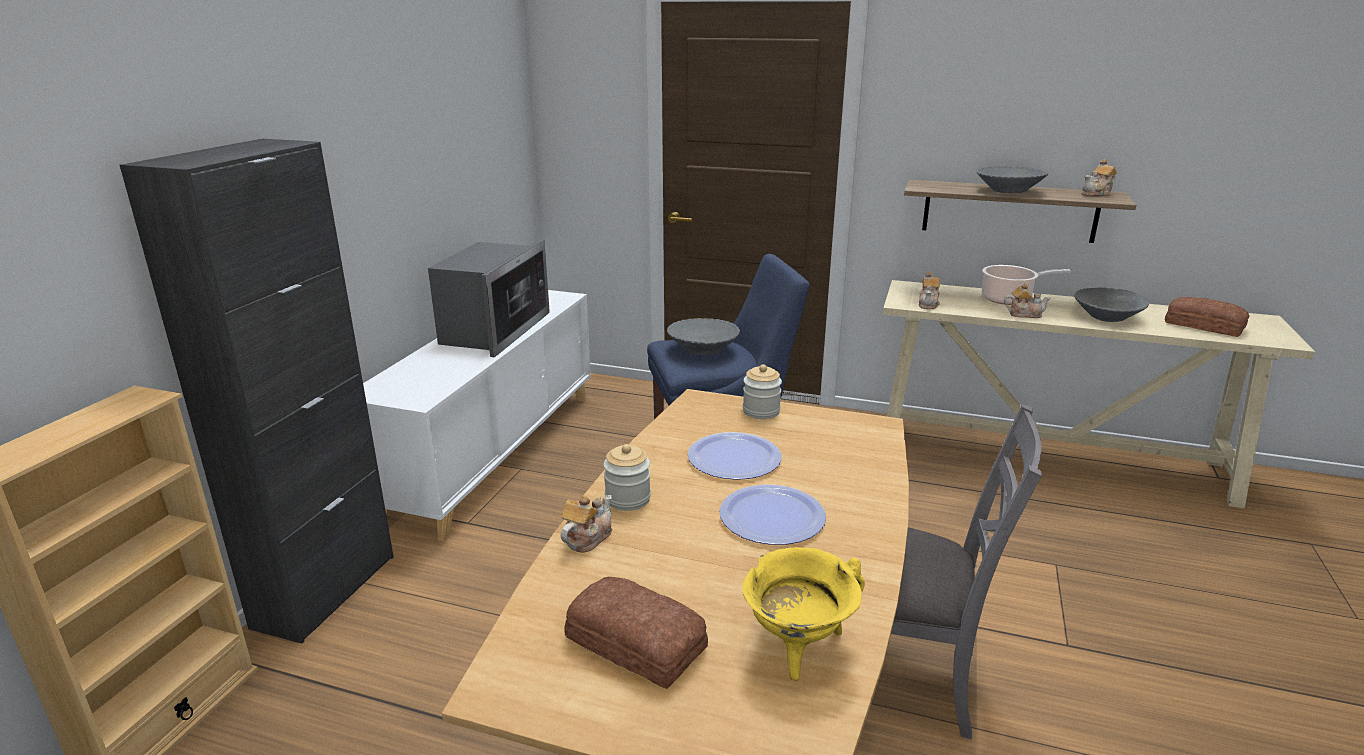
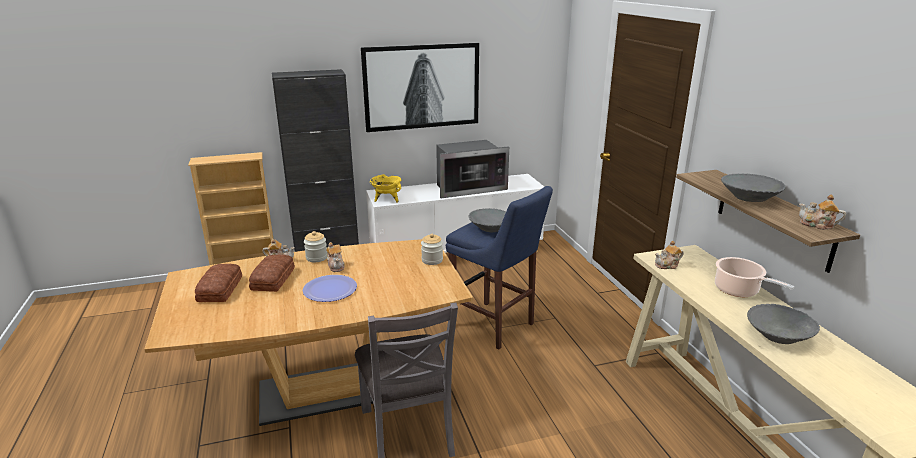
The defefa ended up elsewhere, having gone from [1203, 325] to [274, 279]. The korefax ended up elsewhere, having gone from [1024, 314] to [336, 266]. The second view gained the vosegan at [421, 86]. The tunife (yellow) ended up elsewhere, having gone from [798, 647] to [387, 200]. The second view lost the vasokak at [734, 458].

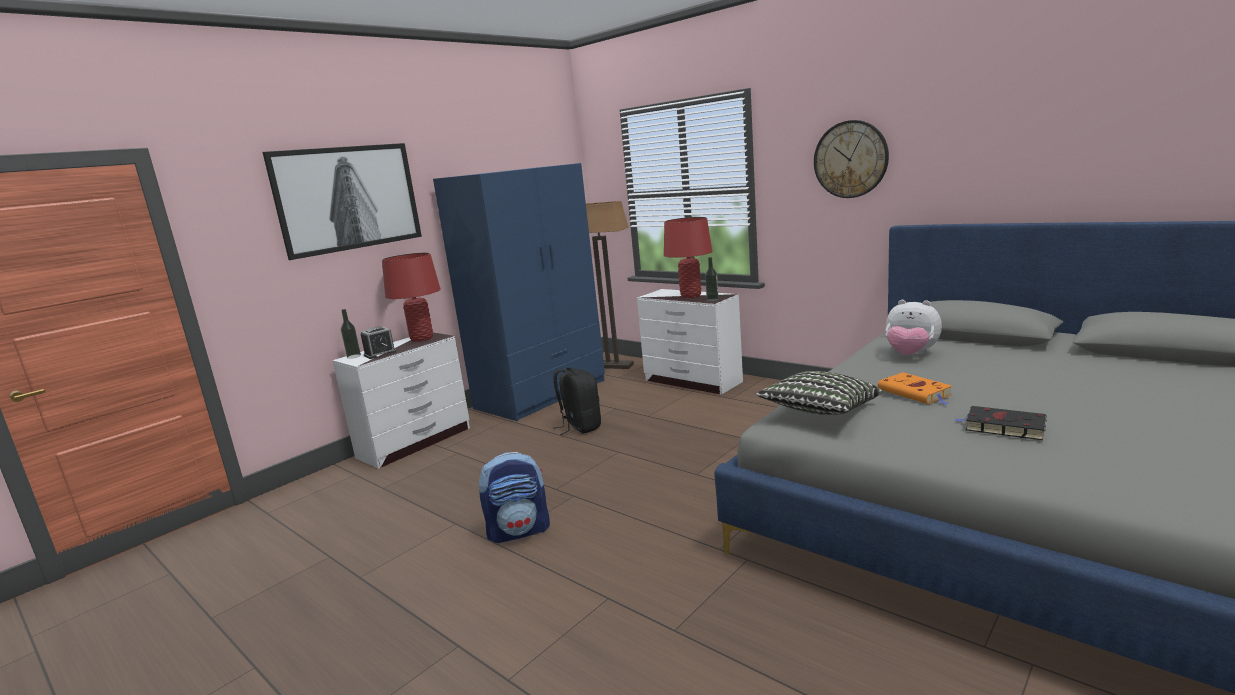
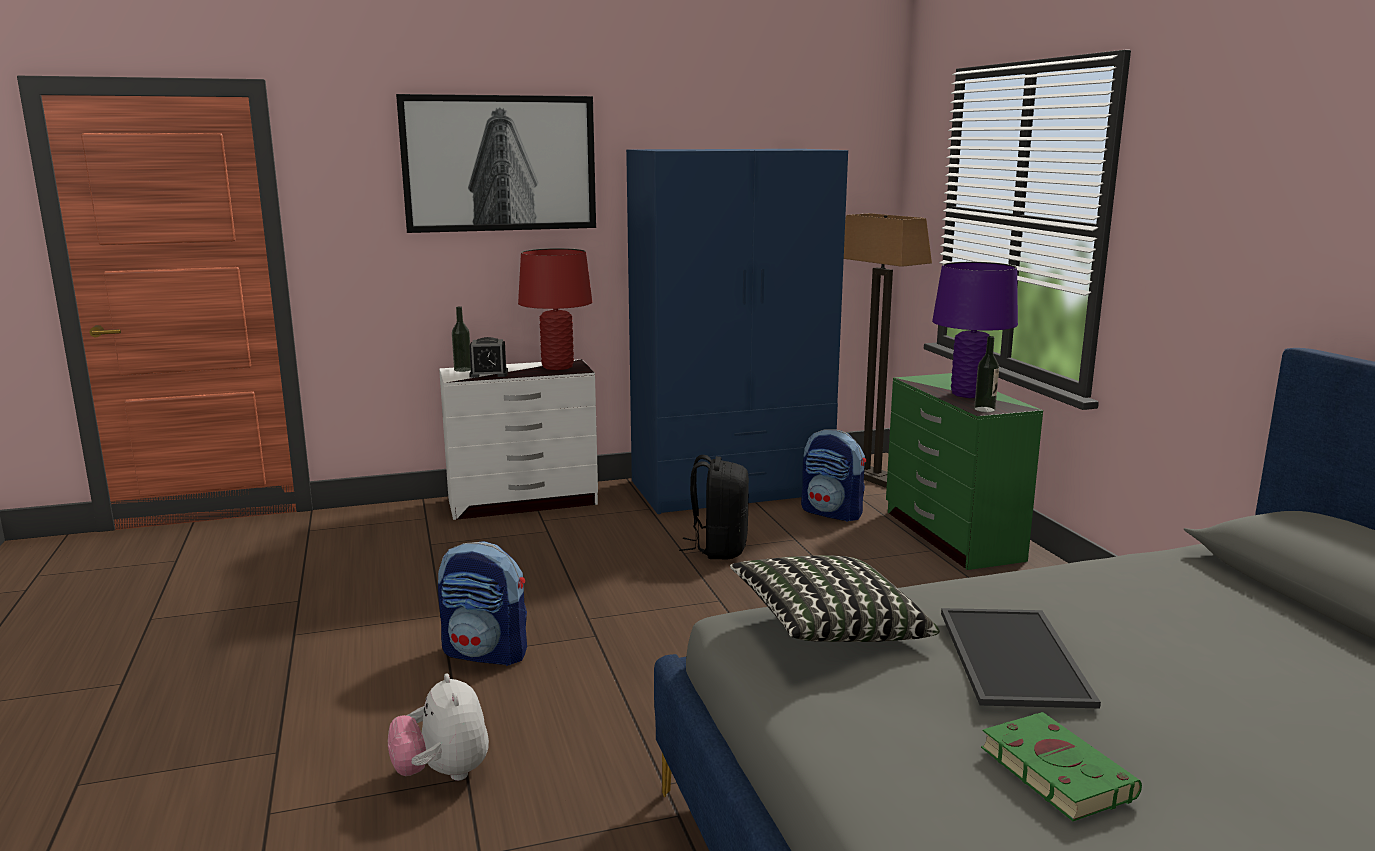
The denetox ended up elsewhere, having gone from [910, 355] to [443, 773]. The second view gained the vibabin at [832, 513]. What was the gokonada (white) at [692, 381] turned into the gokonada (green) at [951, 536]. What was the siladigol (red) at [691, 295] turned into the siladigol (purple) at [968, 394]. Where the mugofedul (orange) stood at [916, 393], the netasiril came to stand at [1017, 657]. What was the mugofedul (black) at [1002, 427] turned into the mugofedul (green) at [1052, 770]. The second view lost the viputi at [850, 159].

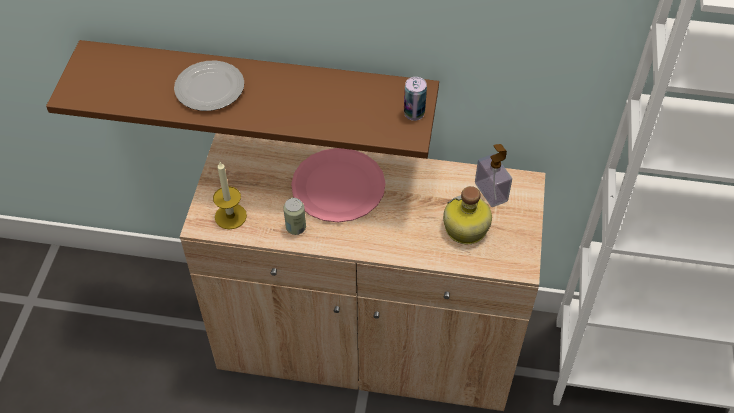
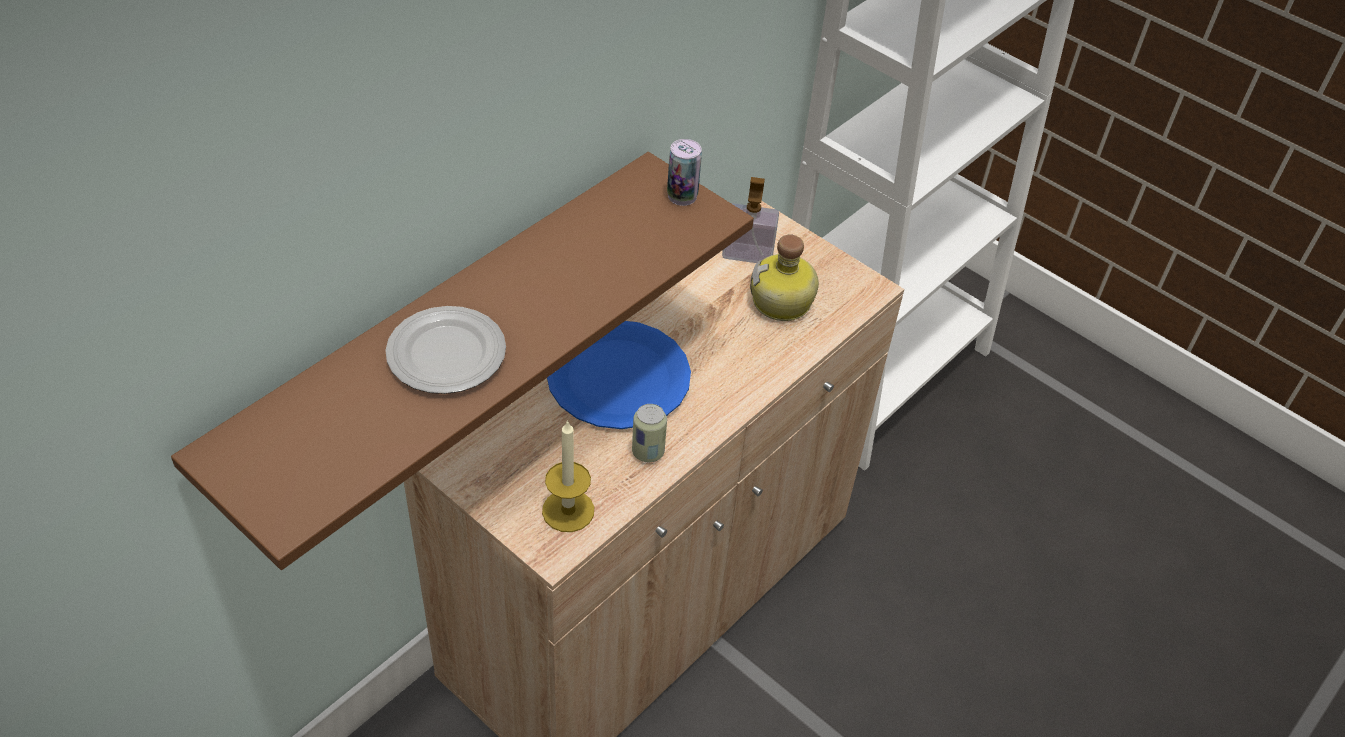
What was the vasokak (pink) at [338, 186] turned into the vasokak (blue) at [618, 377].

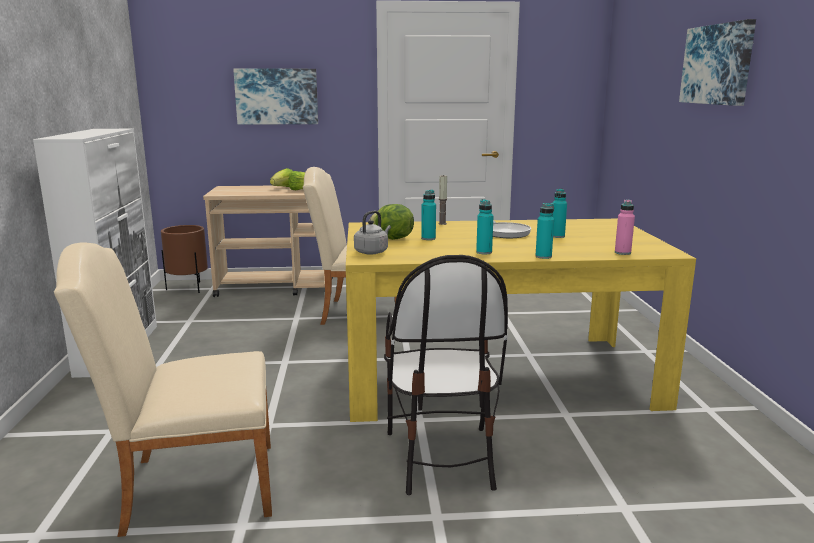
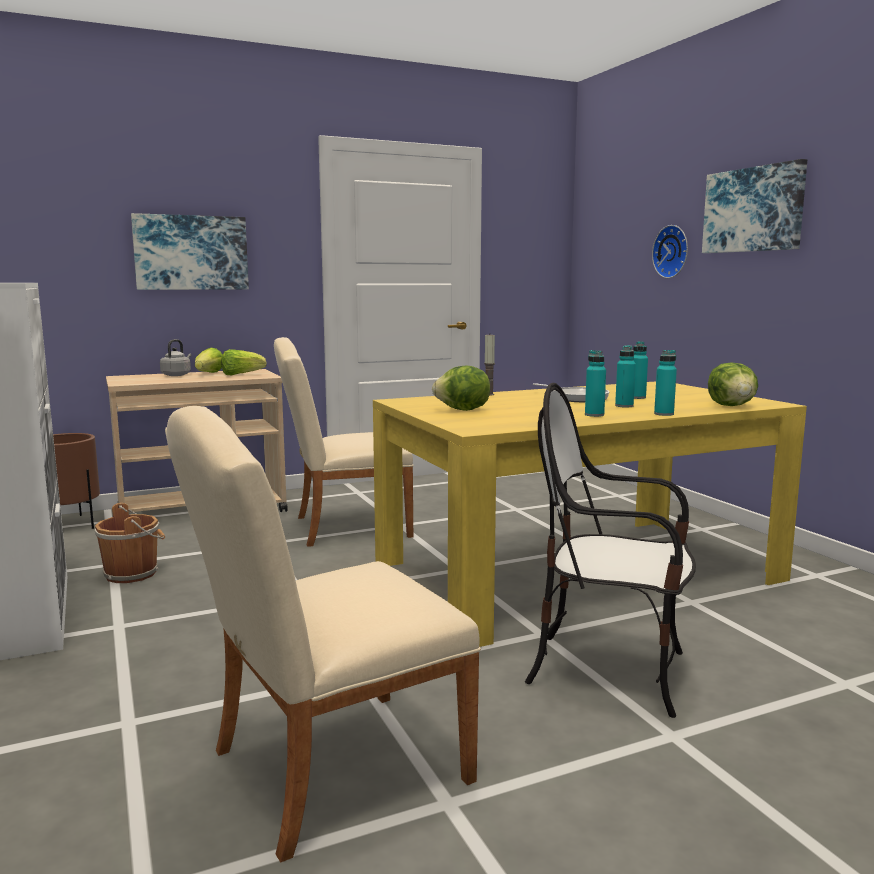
The second view gained the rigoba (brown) at [133, 573]. The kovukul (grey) ended up elsewhere, having gone from [372, 252] to [177, 375]. The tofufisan at [441, 458] ended up facing another way, 135 degrees clockwise from before. The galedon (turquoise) ended up elsewhere, having gone from [428, 238] to [624, 406]. The second view gained the viputi at [673, 251]. Where the galedon (pink) stood at [622, 253], the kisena came to stand at [732, 406].

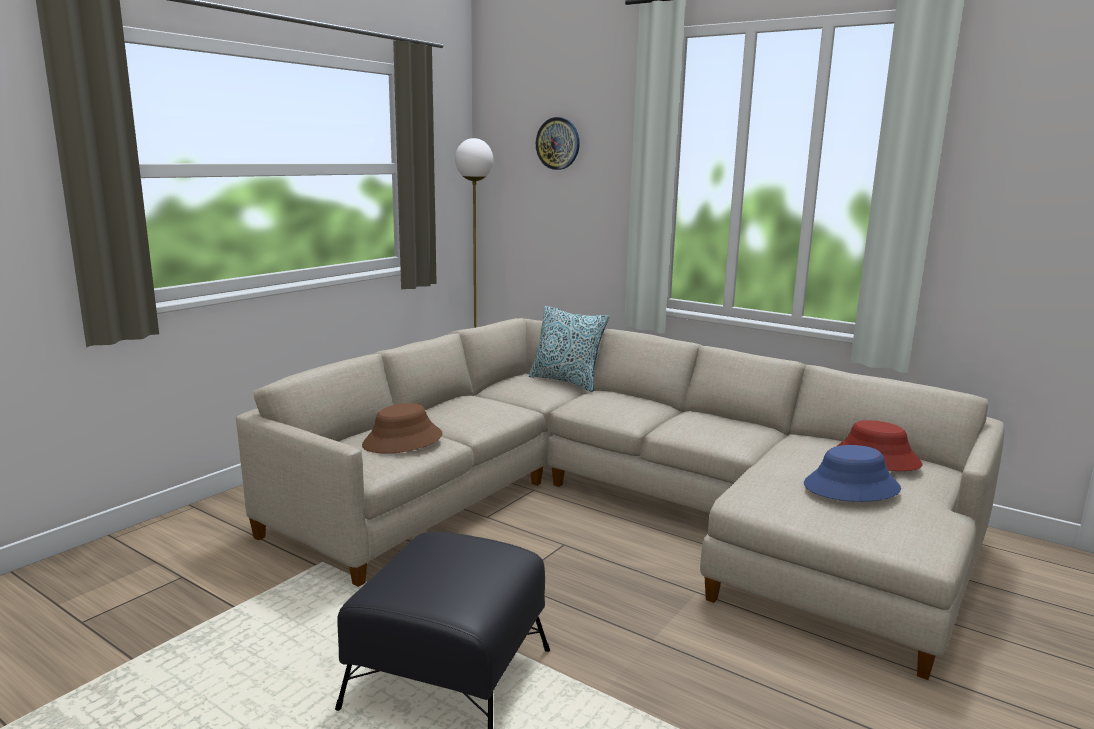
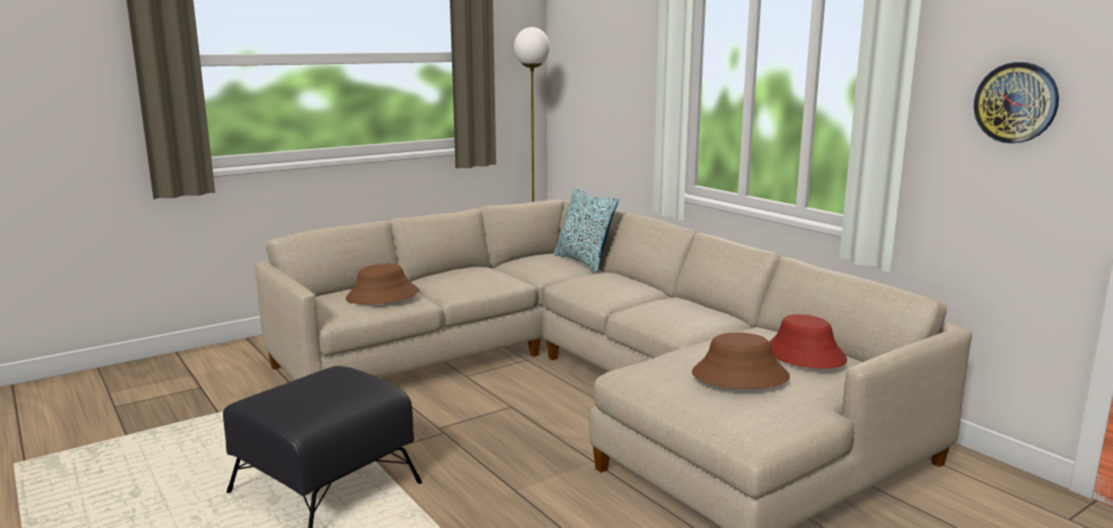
What was the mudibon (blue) at [851, 487] turned into the mudibon (brown) at [739, 376]. The viputi ended up elsewhere, having gone from [558, 143] to [1016, 102].

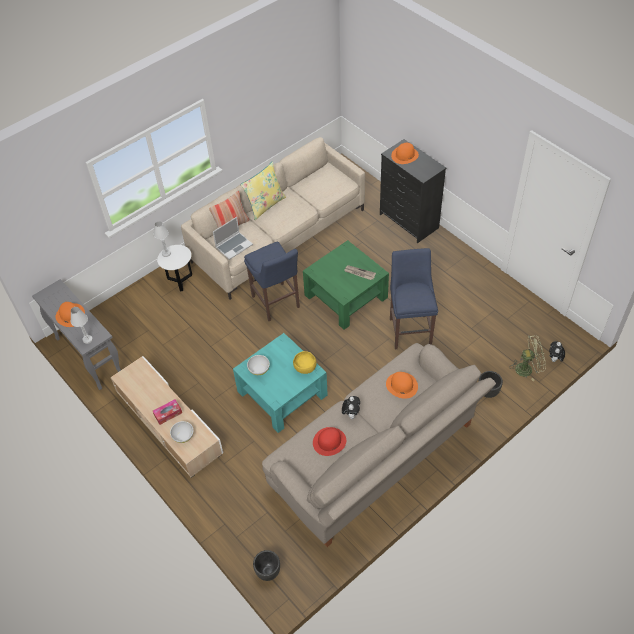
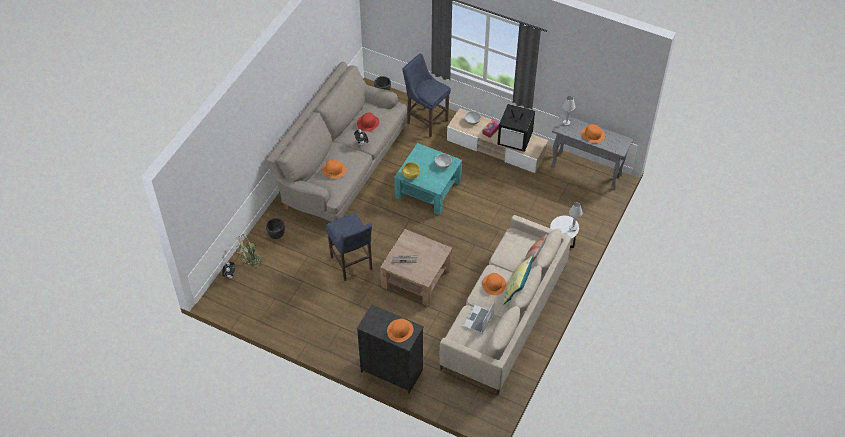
What was the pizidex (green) at [346, 296] turned into the pizidex (brown) at [416, 277]. The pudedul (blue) ended up elsewhere, having gone from [276, 303] to [426, 120]. The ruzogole ended up elsewhere, having gone from [234, 246] to [478, 320]. The second view gained the mudibon (orange) at [494, 284]. The second view gained the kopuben at [515, 139].

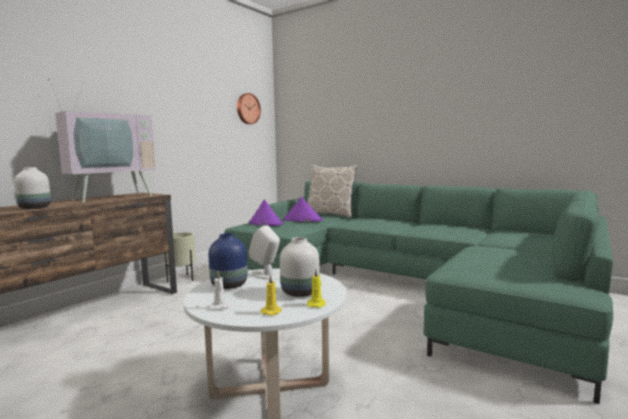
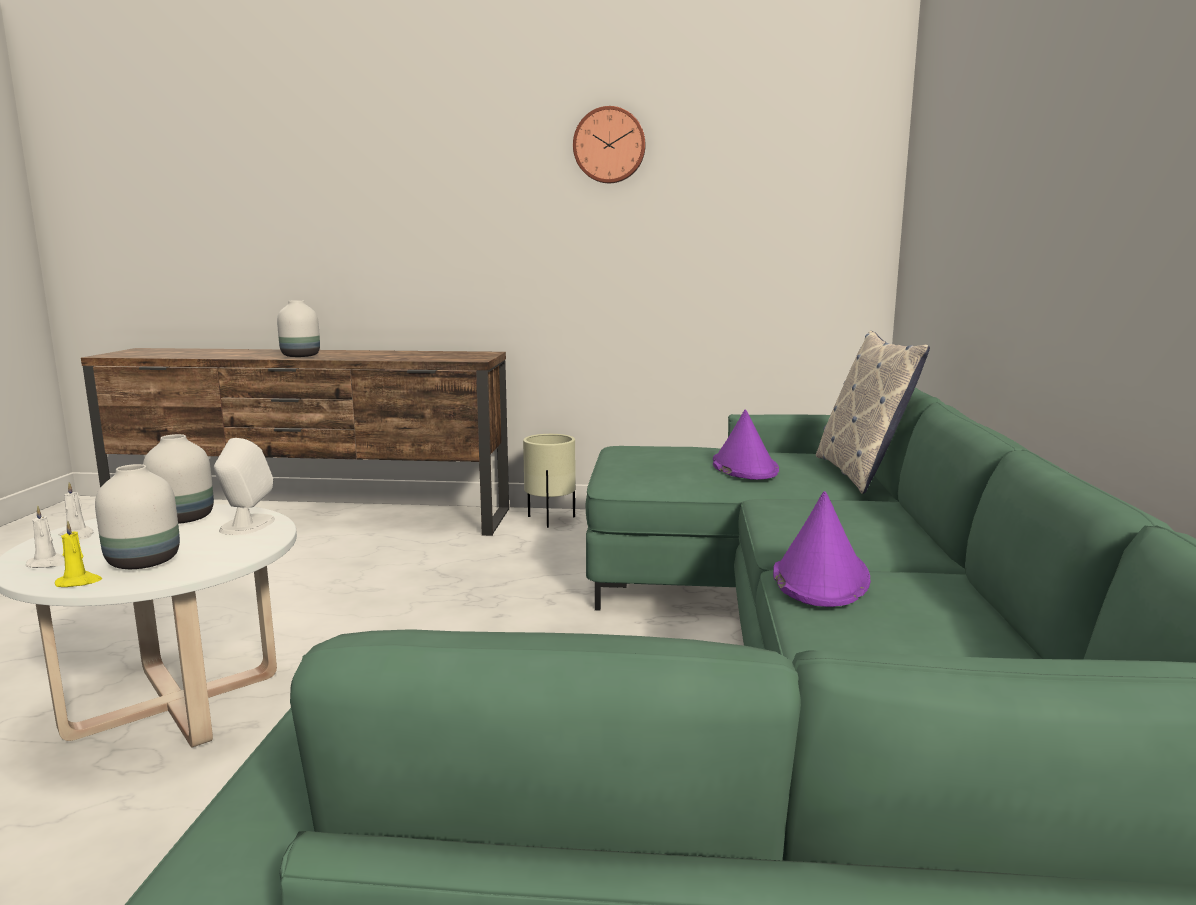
What was the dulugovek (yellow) at [272, 311] turned into the dulugovek (white) at [49, 564]. What was the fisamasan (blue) at [229, 285] turned into the fisamasan (white) at [185, 518]. The viputi ended up elsewhere, having gone from [247, 109] to [609, 145]. The mudibon (purple) ended up elsewhere, having gone from [265, 223] to [820, 577]. The second view lost the kopuben at [111, 198].

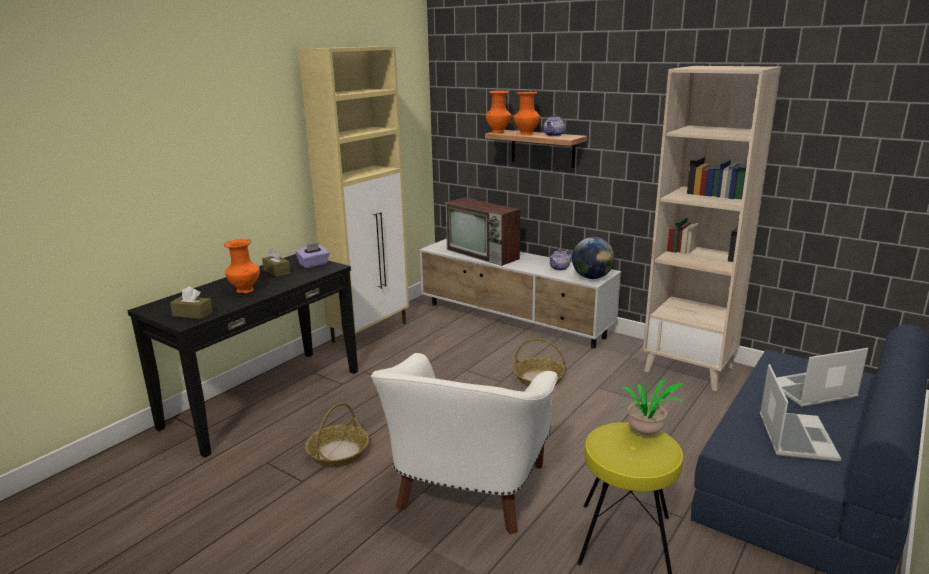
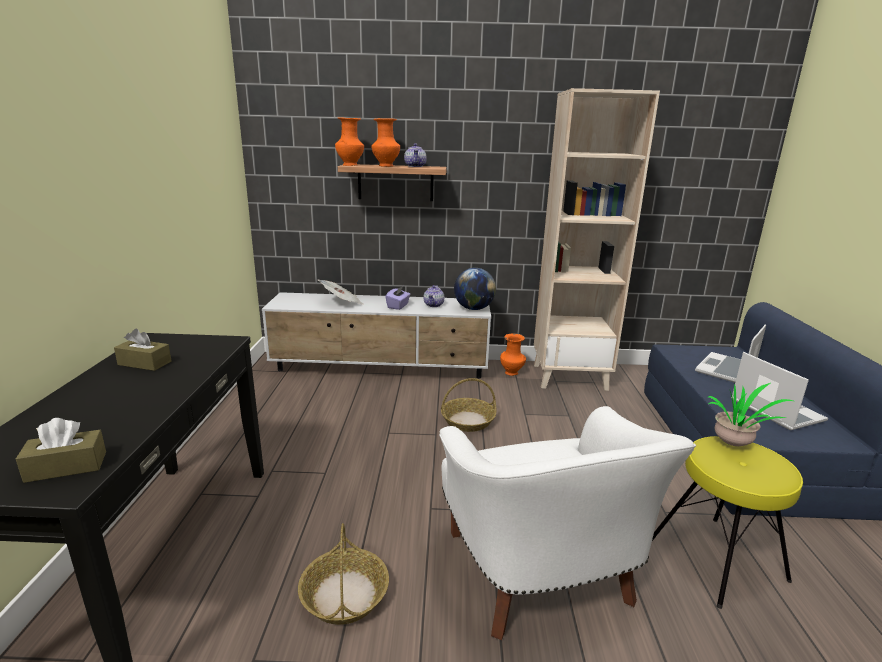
Where the kopuben stood at [483, 254], the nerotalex came to stand at [342, 303]. The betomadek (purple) ended up elsewhere, having gone from [314, 264] to [398, 306]. The fisamasan (orange) ended up elsewhere, having gone from [245, 290] to [512, 373]. The second view lost the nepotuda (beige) at [371, 332].

